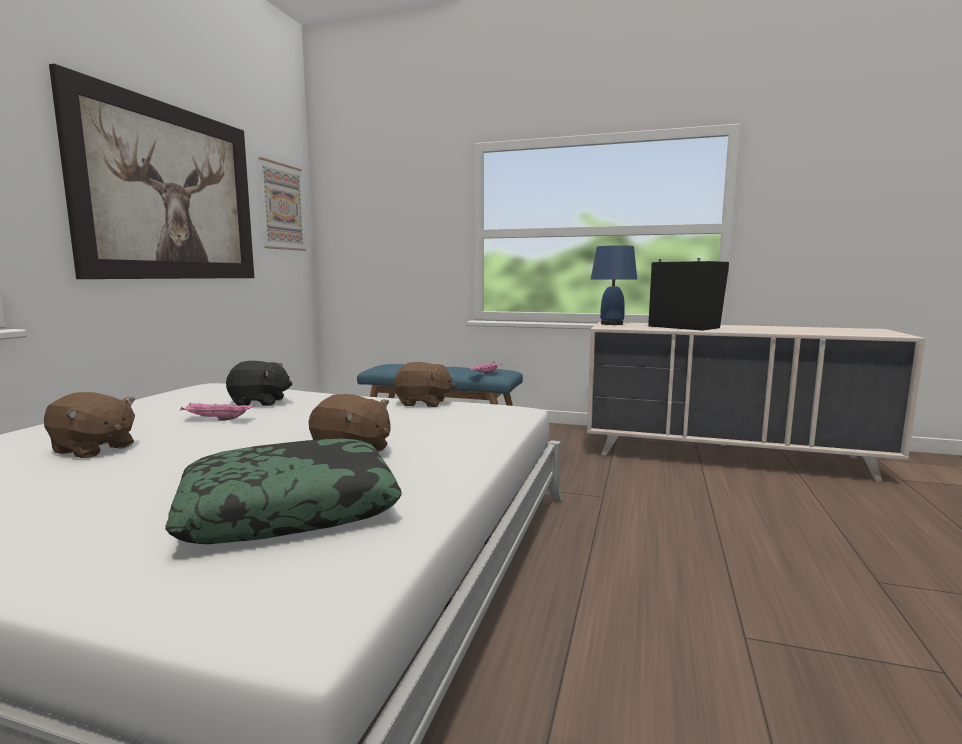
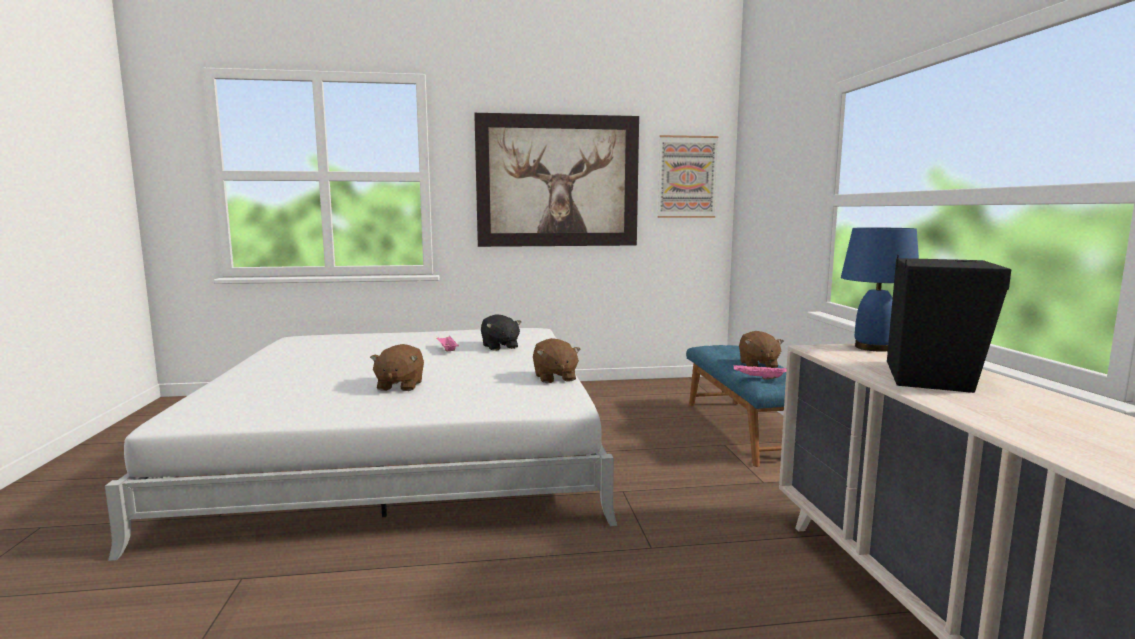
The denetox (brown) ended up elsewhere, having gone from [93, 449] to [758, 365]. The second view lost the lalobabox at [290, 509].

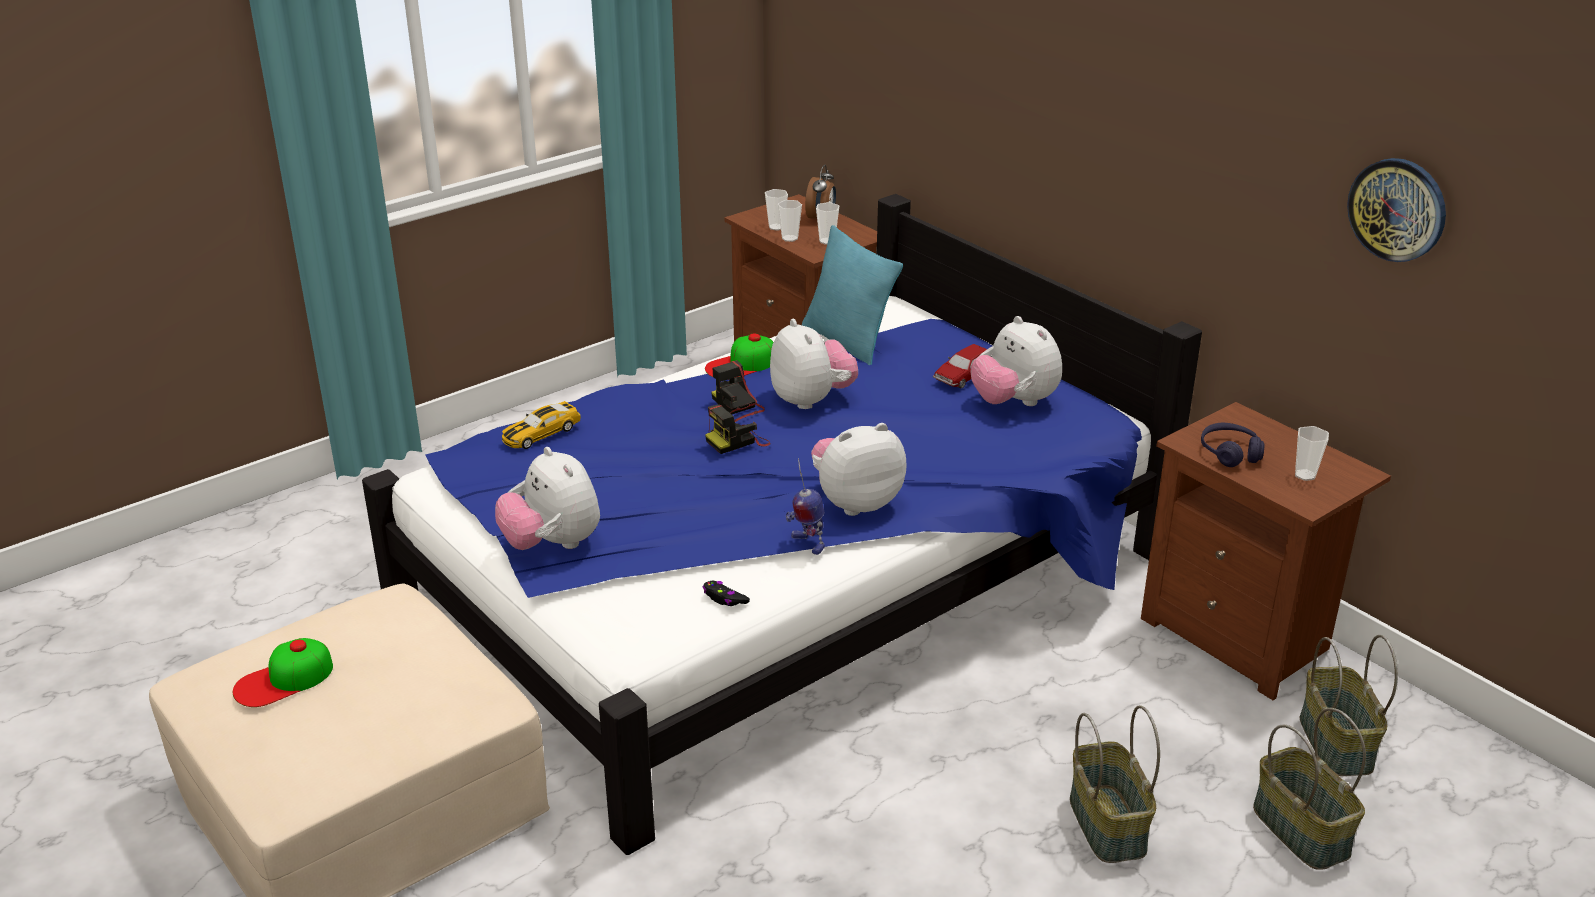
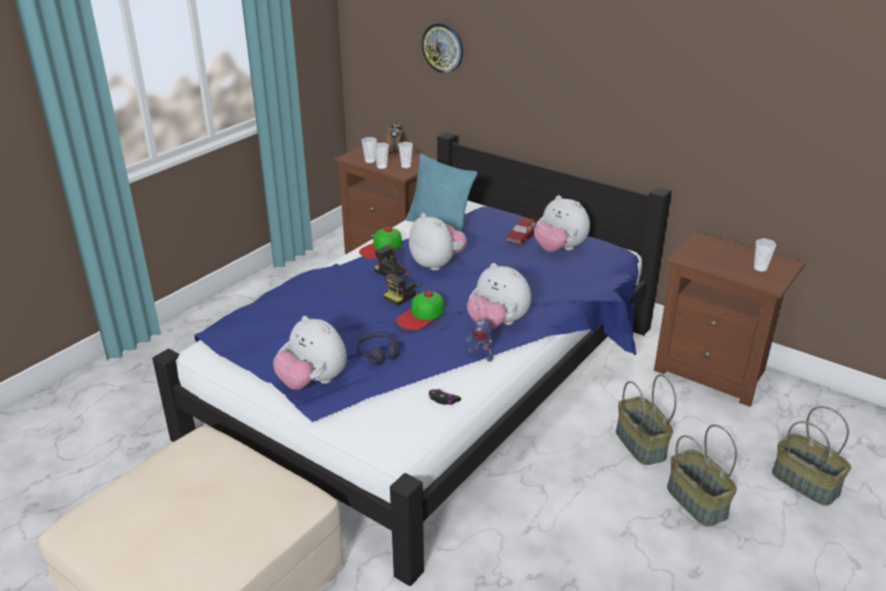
The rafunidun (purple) ended up elsewhere, having gone from [1230, 453] to [378, 353]. The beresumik ended up elsewhere, having gone from [283, 680] to [421, 315]. The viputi ended up elsewhere, having gone from [1397, 209] to [443, 47]. The denetox at [855, 502] ended up facing another way, 105 degrees counterclockwise from before. The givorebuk ended up elsewhere, having gone from [1334, 742] to [639, 444]. The second view lost the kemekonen at [541, 433].

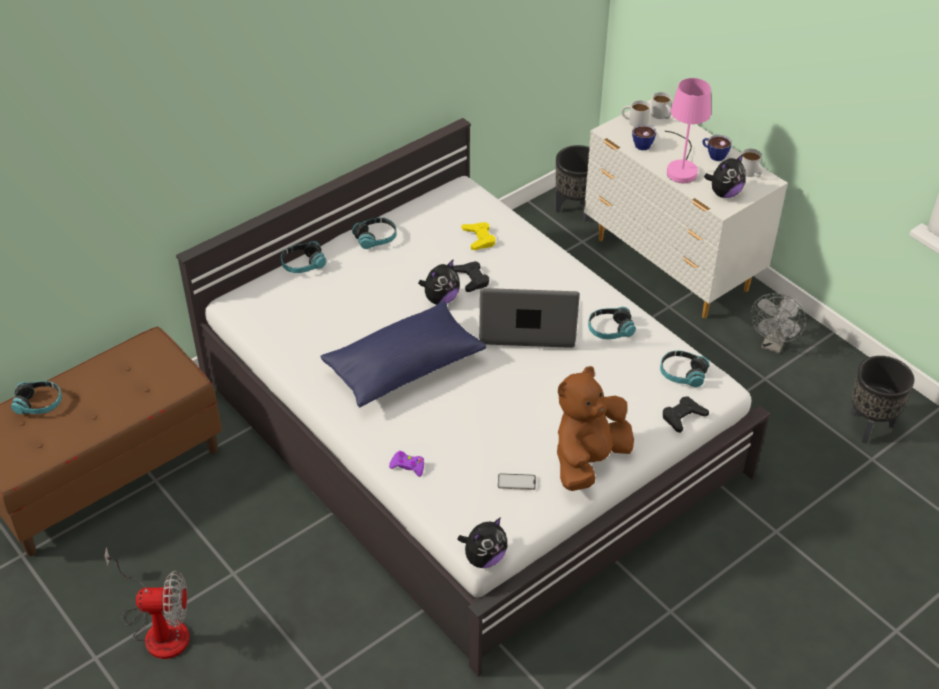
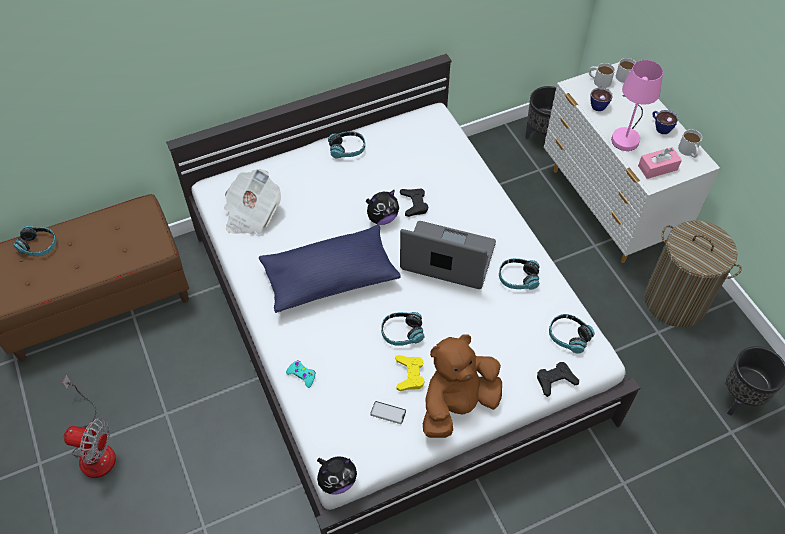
The second view gained the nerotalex at [251, 214]. What was the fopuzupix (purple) at [408, 466] turned into the fopuzupix (turquoise) at [302, 375]. The rafunidun ended up elsewhere, having gone from [303, 264] to [402, 333]. The fopuzupix (yellow) ended up elsewhere, having gone from [479, 238] to [409, 375]. Where the denetox stood at [724, 193], the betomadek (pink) came to stand at [657, 168]. Where the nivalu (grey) stood at [773, 345], the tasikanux came to stand at [675, 301].

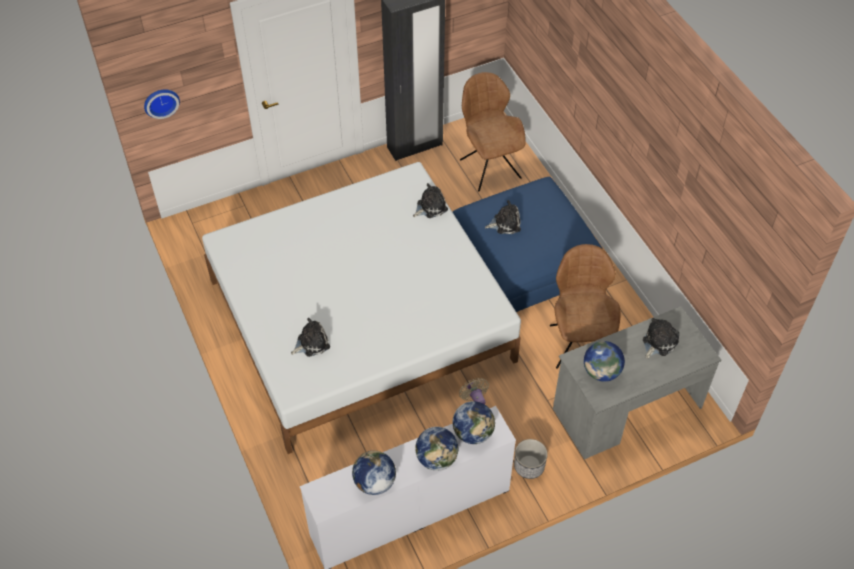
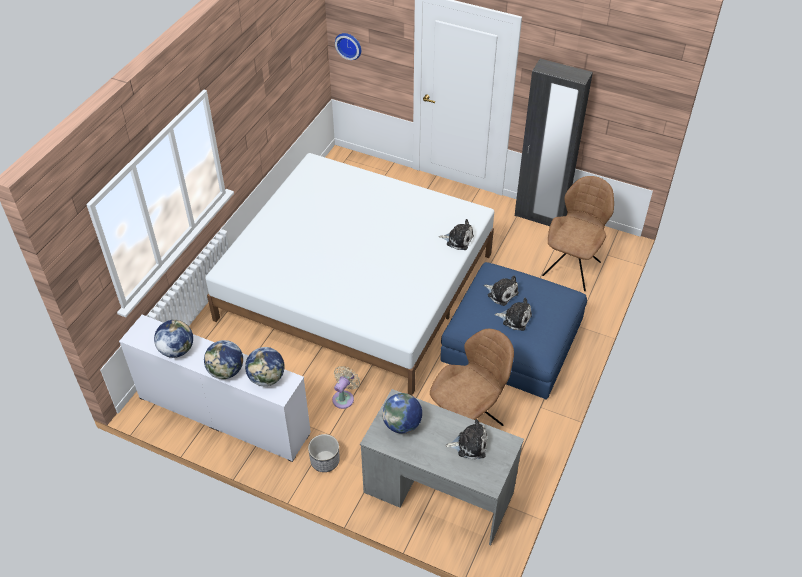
The denetox ended up elsewhere, having gone from [311, 343] to [515, 318].

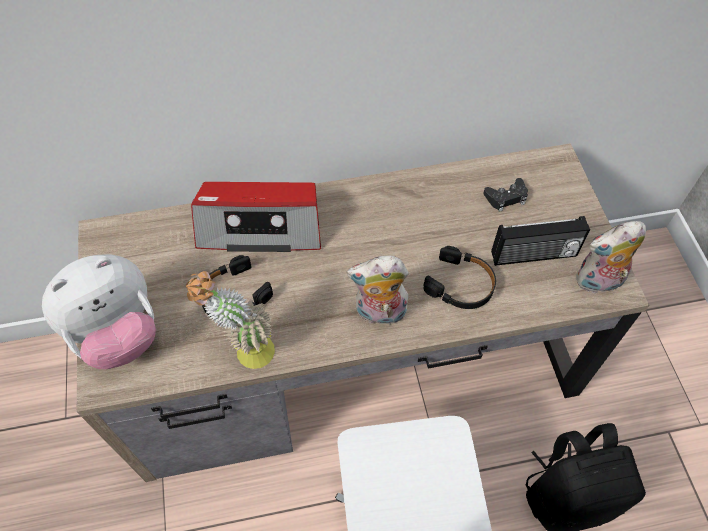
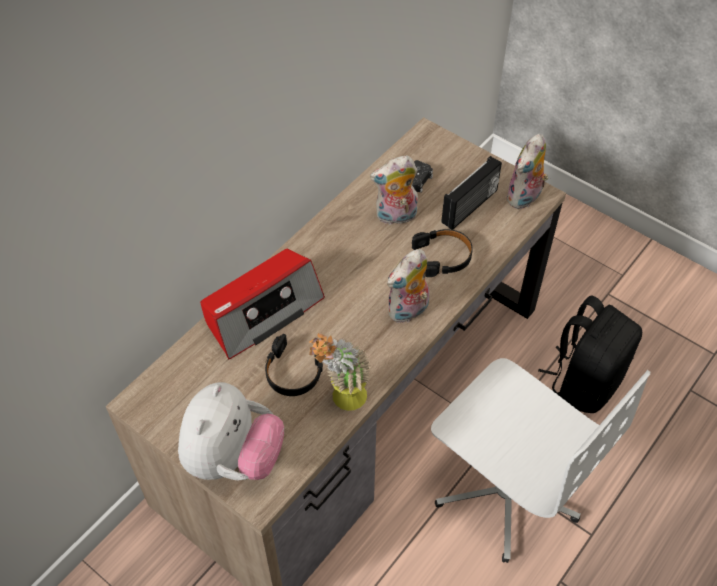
The second view gained the denetox at [395, 217].

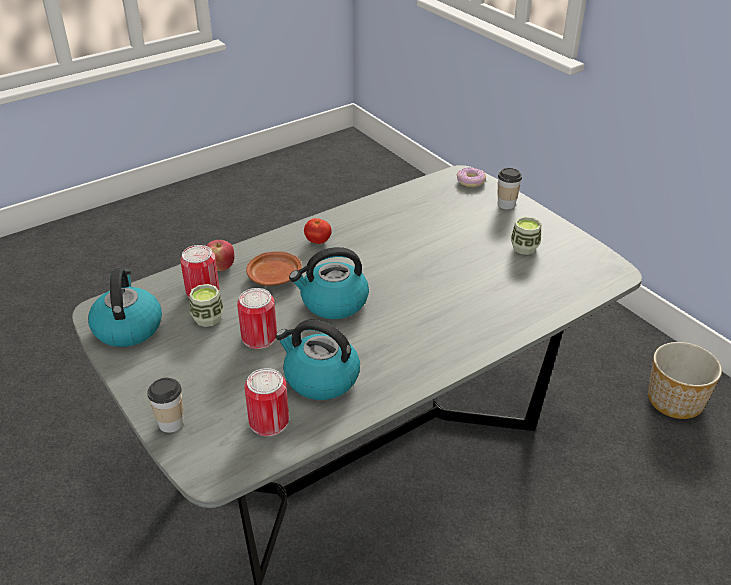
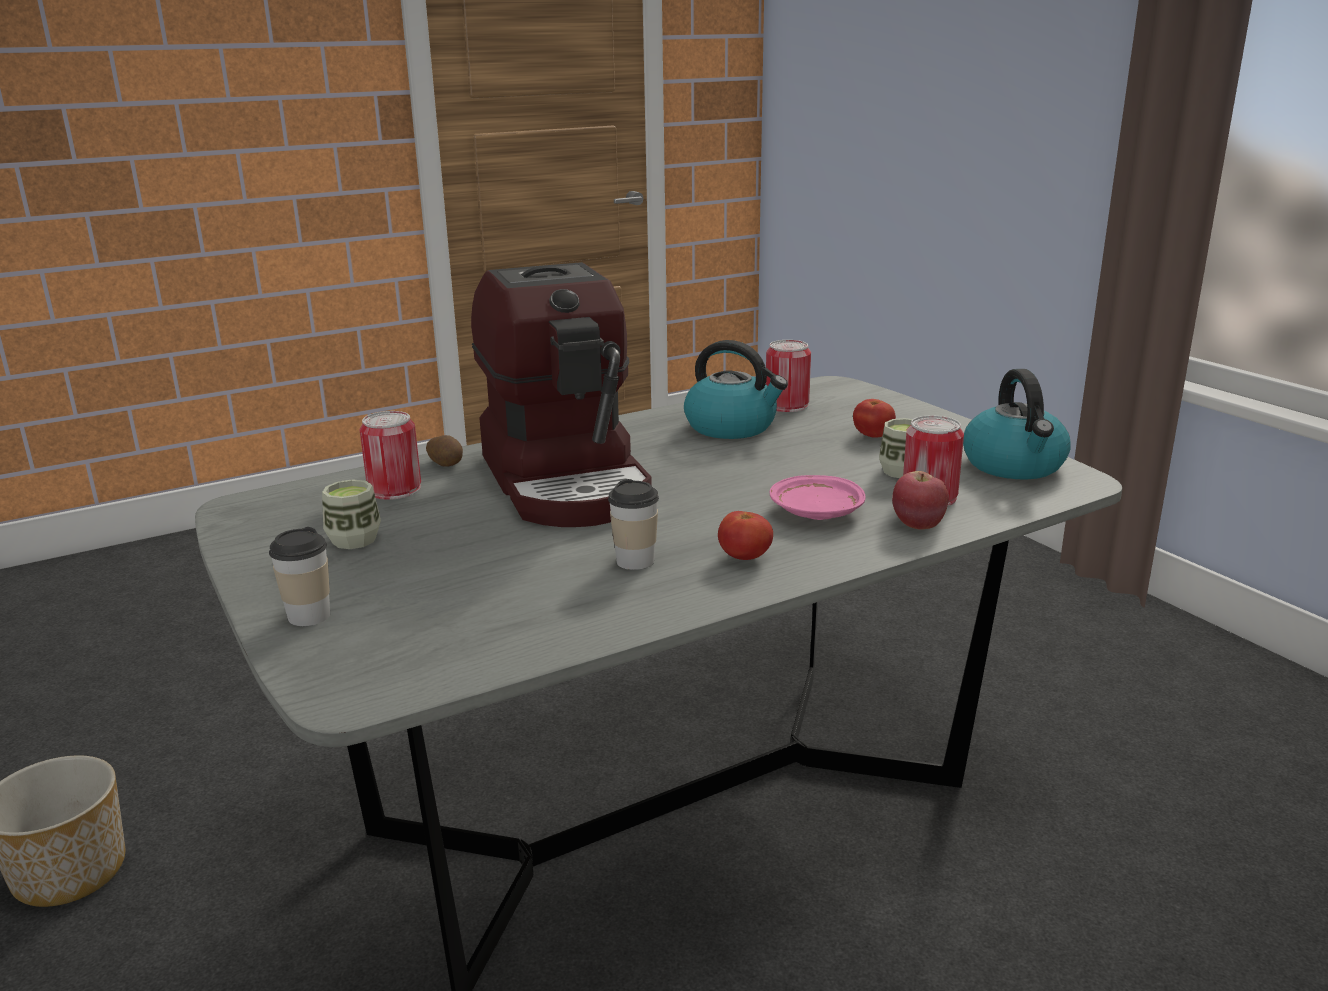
The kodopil ended up elsewhere, having gone from [259, 337] to [394, 489]. The second view gained the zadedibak at [447, 463]. The second view gained the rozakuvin at [567, 480]. The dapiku ended up elsewhere, having gone from [171, 423] to [635, 561]. What was the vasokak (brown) at [275, 276] turned into the vasokak (pink) at [816, 512]. The second view gained the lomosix at [873, 436]. The second view lost the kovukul at [333, 303]. The second view lost the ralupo at [470, 181].

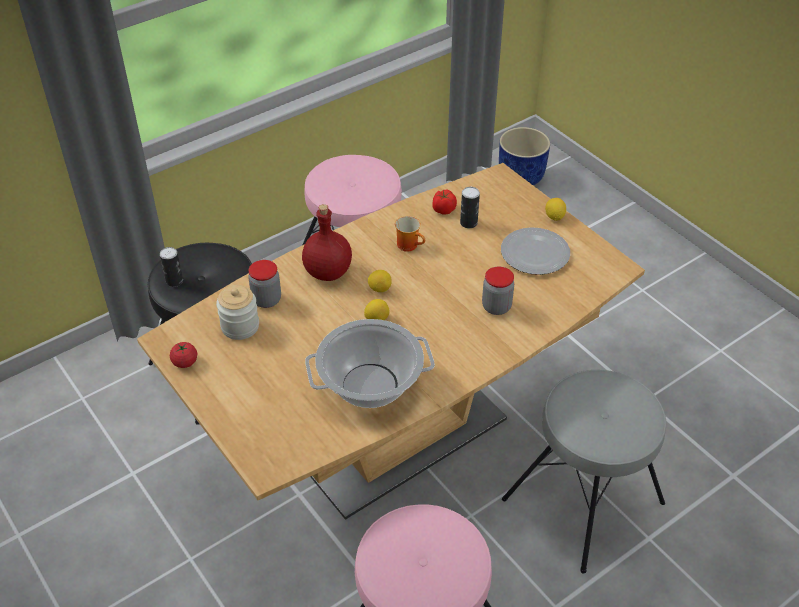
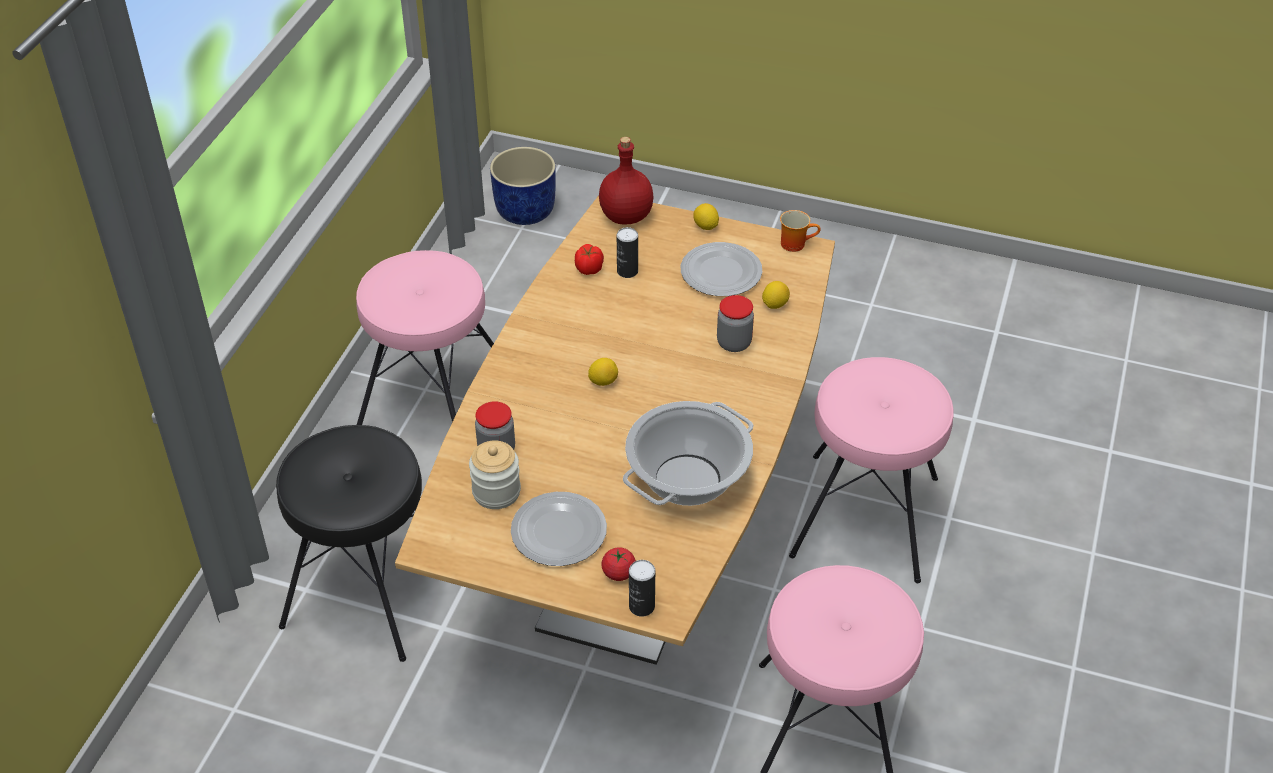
The second view gained the vasokak at [559, 531]. The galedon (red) ended up elsewhere, having gone from [327, 272] to [625, 216]. The lomosix ended up elsewhere, having gone from [185, 362] to [618, 573]. The kodopil ended up elsewhere, having gone from [174, 281] to [641, 606]. The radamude ended up elsewhere, having gone from [377, 319] to [774, 304]. The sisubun ended up elsewhere, having gone from [410, 245] to [796, 243]. What was the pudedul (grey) at [584, 502] turned into the pudedul (pink) at [867, 516].

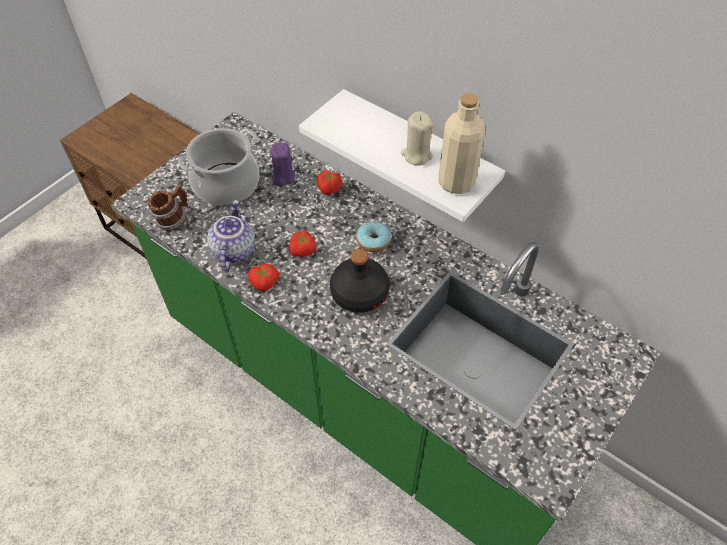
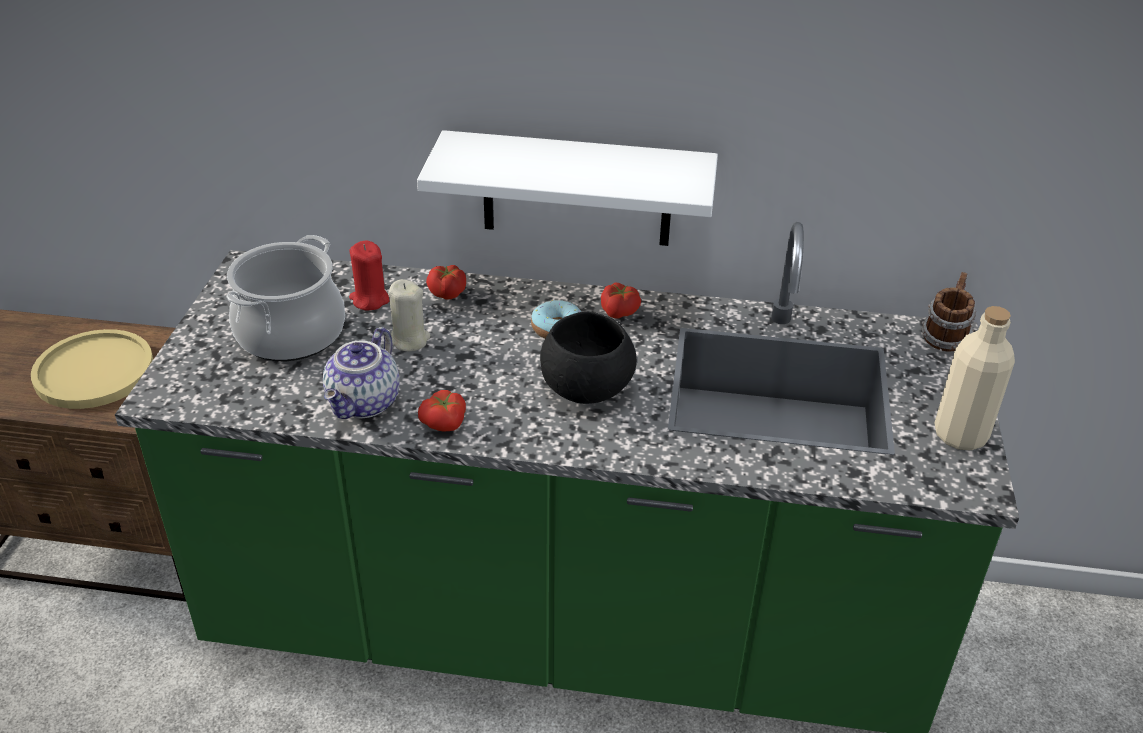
The second view gained the vasokak (yellow) at [94, 371]. The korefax at [233, 250] ended up facing another way, 135 degrees counterclockwise from before. What was the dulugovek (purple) at [283, 176] turned into the dulugovek (red) at [370, 300]. The dulugovek (beige) ended up elsewhere, having gone from [416, 155] to [408, 340]. Where the galedon (black) stood at [359, 293], the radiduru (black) came to stand at [585, 389]. The lomosix ended up elsewhere, having gone from [303, 250] to [620, 312]. The sisubun ended up elsewhere, having gone from [173, 220] to [944, 337]. The galedon (beige) ended up elsewhere, having gone from [456, 182] to [960, 435].

